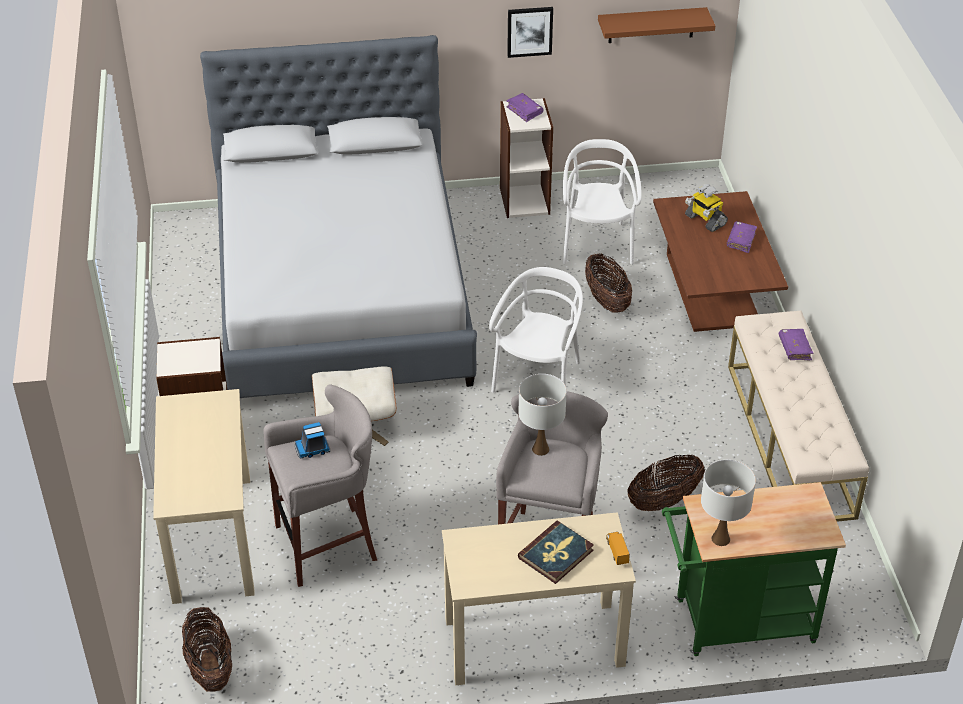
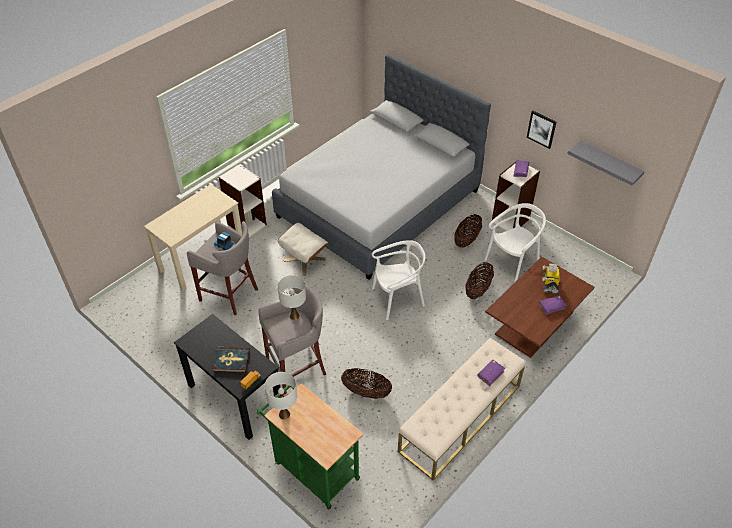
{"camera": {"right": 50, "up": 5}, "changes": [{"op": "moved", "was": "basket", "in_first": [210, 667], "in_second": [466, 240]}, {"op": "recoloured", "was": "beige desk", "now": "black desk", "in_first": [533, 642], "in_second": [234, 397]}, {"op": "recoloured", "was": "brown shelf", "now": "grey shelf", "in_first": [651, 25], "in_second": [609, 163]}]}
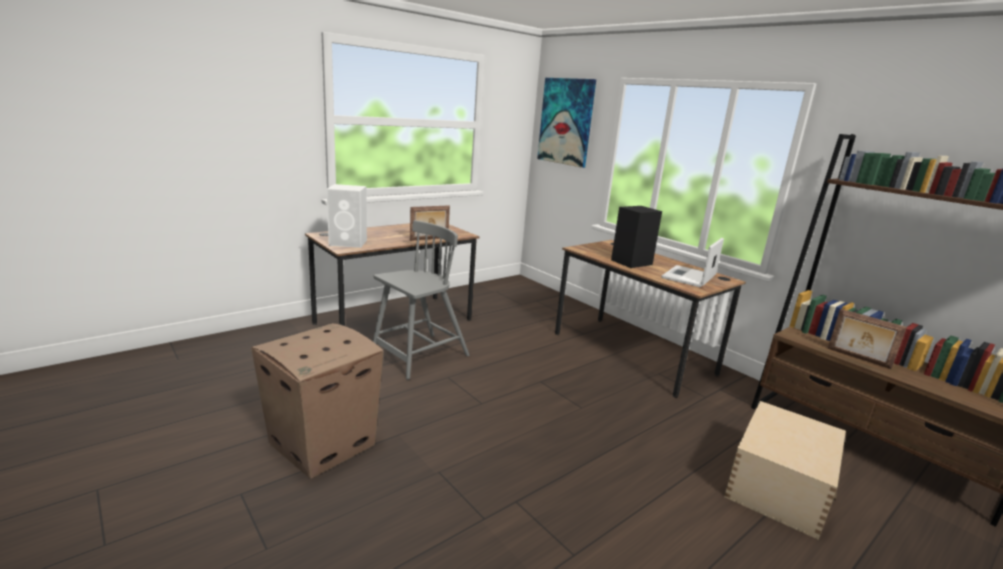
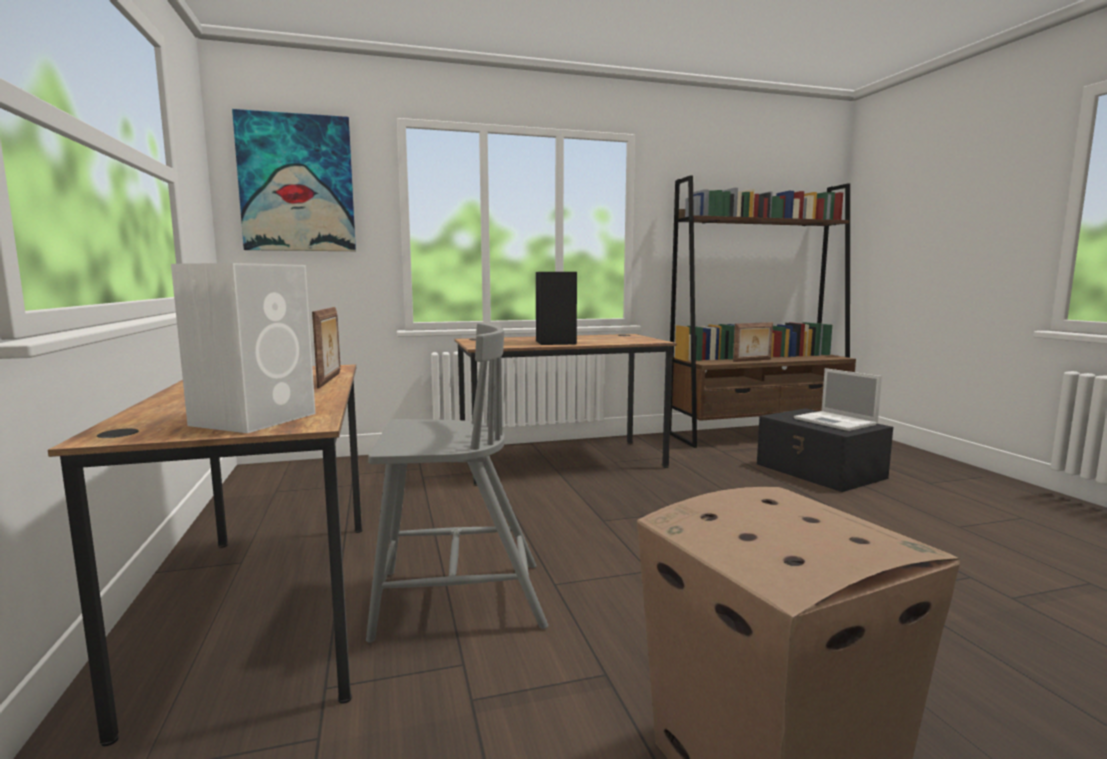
{"camera": {"right": -65, "up": -10}, "changes": [{"op": "turned", "was": "grey chair", "in_first": [419, 356], "in_second": [456, 599], "clockwise": 105}, {"op": "moved", "was": "laptop", "in_first": [688, 277], "in_second": [836, 422]}, {"op": "recoloured", "was": "beige storage box", "now": "black storage box", "in_first": [778, 486], "in_second": [820, 471]}]}
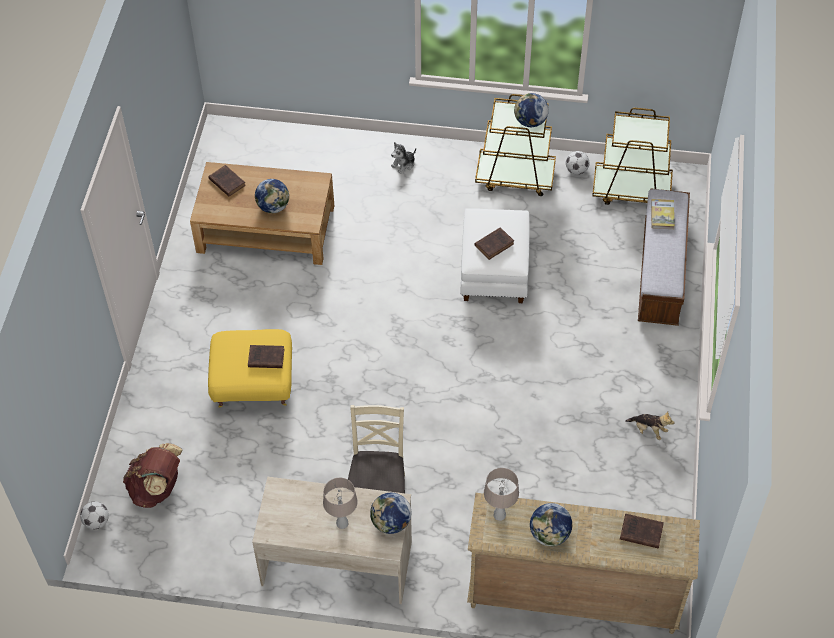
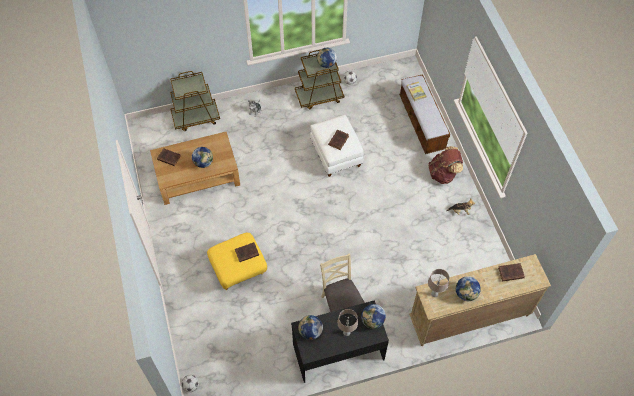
{"camera": {"right": -25, "up": 5}, "changes": [{"op": "moved", "was": "brown backpack", "in_first": [157, 489], "in_second": [443, 173]}, {"op": "recoloured", "was": "beige desk", "now": "black desk", "in_first": [337, 562], "in_second": [338, 351]}, {"op": "moved", "was": "brown cart", "in_first": [631, 190], "in_second": [196, 118]}, {"op": "added", "now": "globe", "in_second": [310, 332]}]}
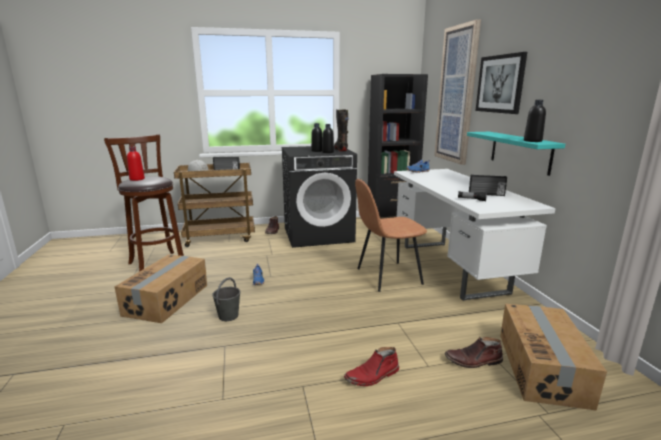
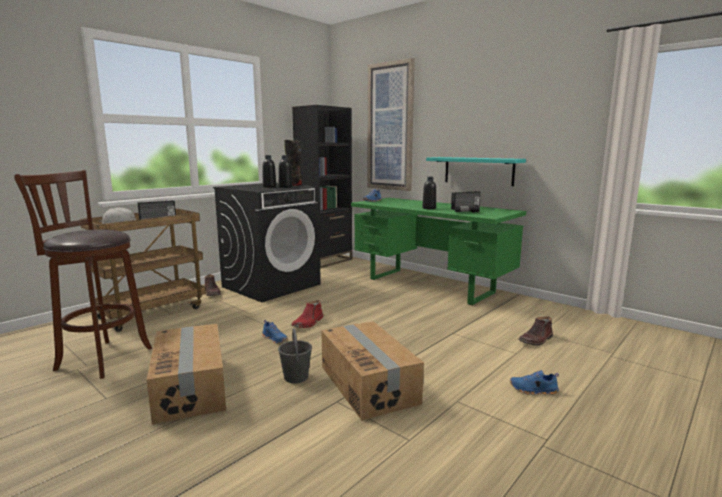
{"camera": {"right": -35, "up": -5}, "changes": [{"op": "removed", "was": "red bottle", "in_first": [137, 179]}, {"op": "moved", "was": "red boot", "in_first": [372, 376], "in_second": [308, 323]}, {"op": "removed", "was": "brown chair", "in_first": [387, 276]}, {"op": "recoloured", "was": "white desk", "now": "green desk", "in_first": [452, 267], "in_second": [430, 285]}, {"op": "removed", "was": "picture", "in_first": [500, 84]}, {"op": "moved", "was": "cardboard box", "in_first": [543, 368], "in_second": [369, 384]}, {"op": "moved", "was": "black bottle", "in_first": [532, 141], "in_second": [429, 208]}, {"op": "added", "now": "blue shoe", "in_second": [533, 390]}]}
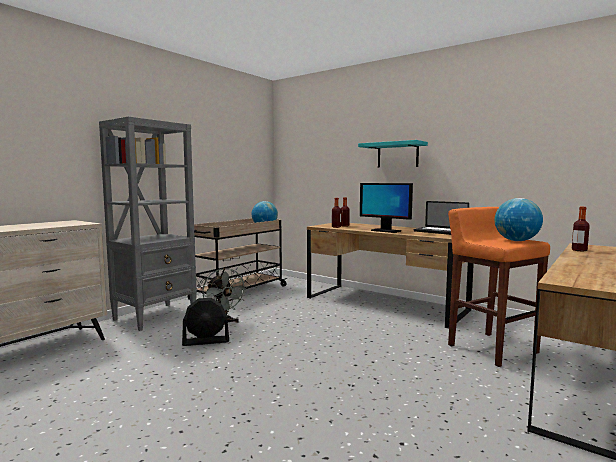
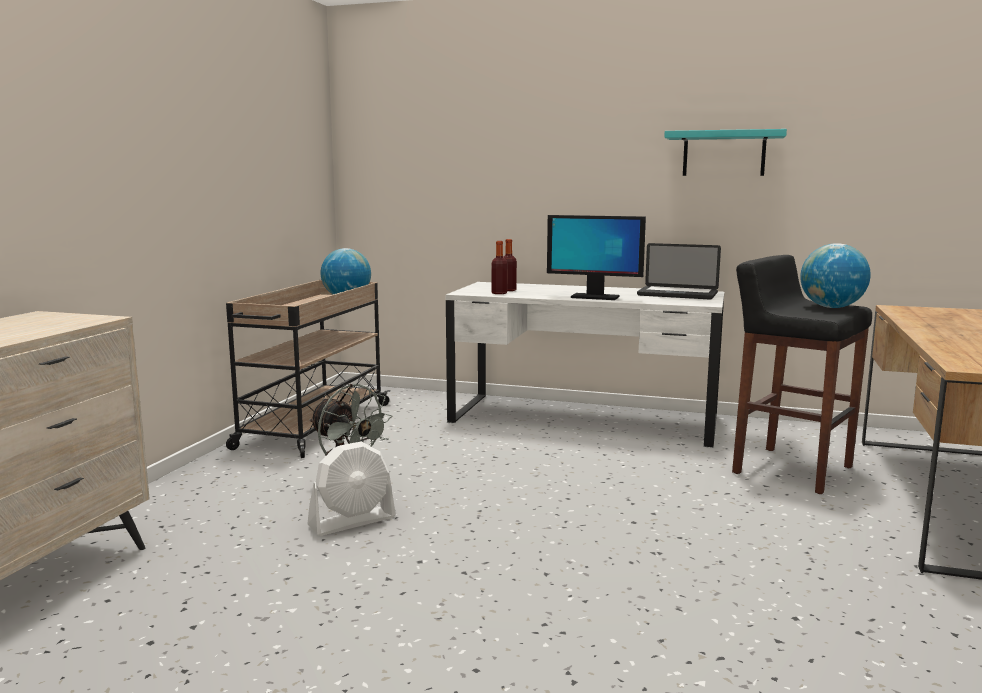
{"camera": {"right": -20, "up": 5}, "changes": [{"op": "removed", "was": "grey bookcase", "in_first": [156, 316]}, {"op": "recoloured", "was": "black fan", "now": "white fan", "in_first": [206, 341], "in_second": [352, 521]}, {"op": "recoloured", "was": "brown desk", "now": "white desk", "in_first": [384, 304], "in_second": [583, 419]}, {"op": "moved", "was": "turquoise shelf", "in_first": [397, 155], "in_second": [724, 154]}, {"op": "recoloured", "was": "orange stool", "now": "black stool", "in_first": [491, 348], "in_second": [790, 469]}, {"op": "removed", "was": "bottle", "in_first": [579, 250]}]}
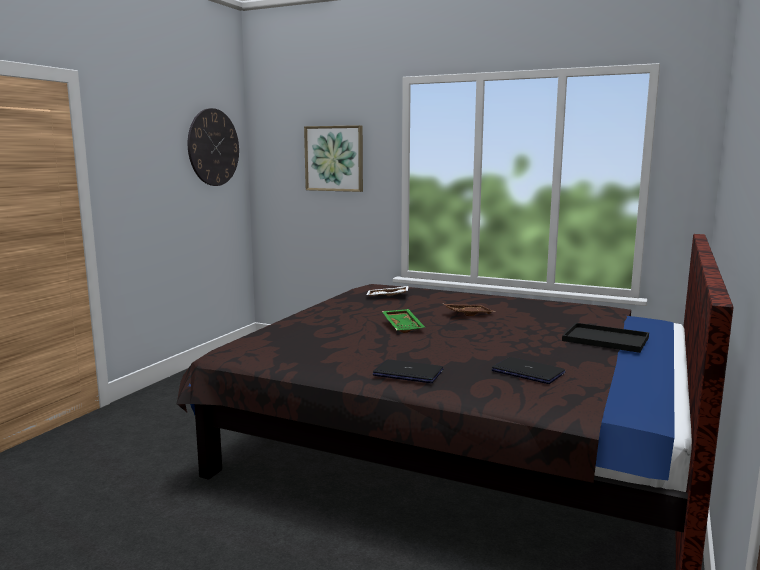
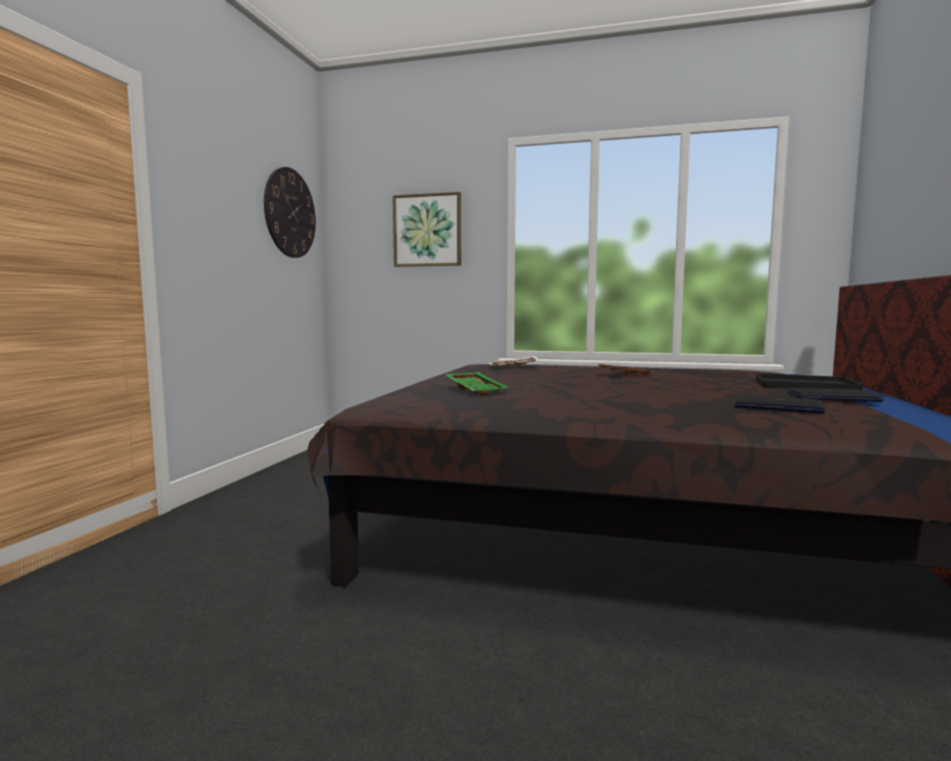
{"camera": {"right": -10, "up": -5}, "changes": [{"op": "moved", "was": "laptop", "in_first": [408, 373], "in_second": [832, 397]}, {"op": "moved", "was": "green tray", "in_first": [403, 326], "in_second": [477, 390]}]}
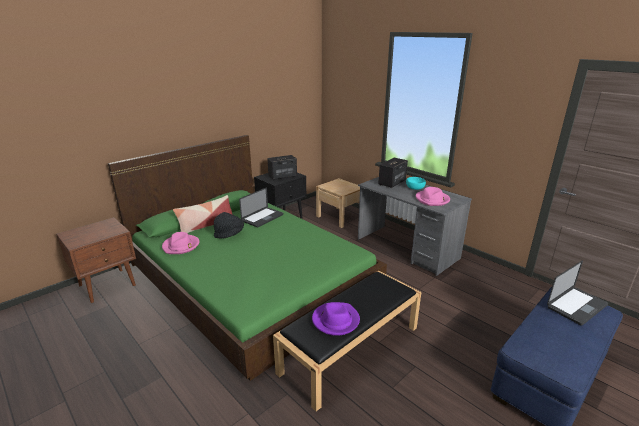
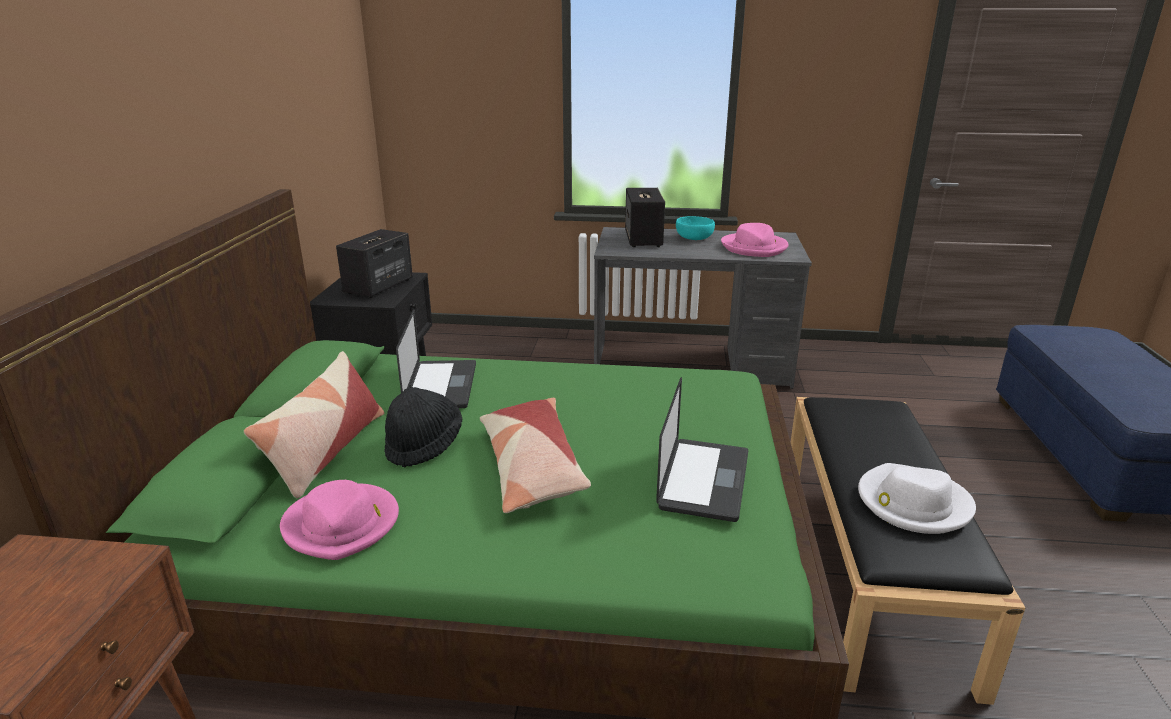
{"camera": {"right": -40, "up": 0}, "changes": [{"op": "recoloured", "was": "purple hat", "now": "white hat", "in_first": [335, 320], "in_second": [912, 503]}, {"op": "removed", "was": "beige nightstand", "in_first": [339, 217]}, {"op": "moved", "was": "laptop", "in_first": [576, 306], "in_second": [704, 480]}, {"op": "added", "now": "pillow", "in_second": [532, 467]}]}
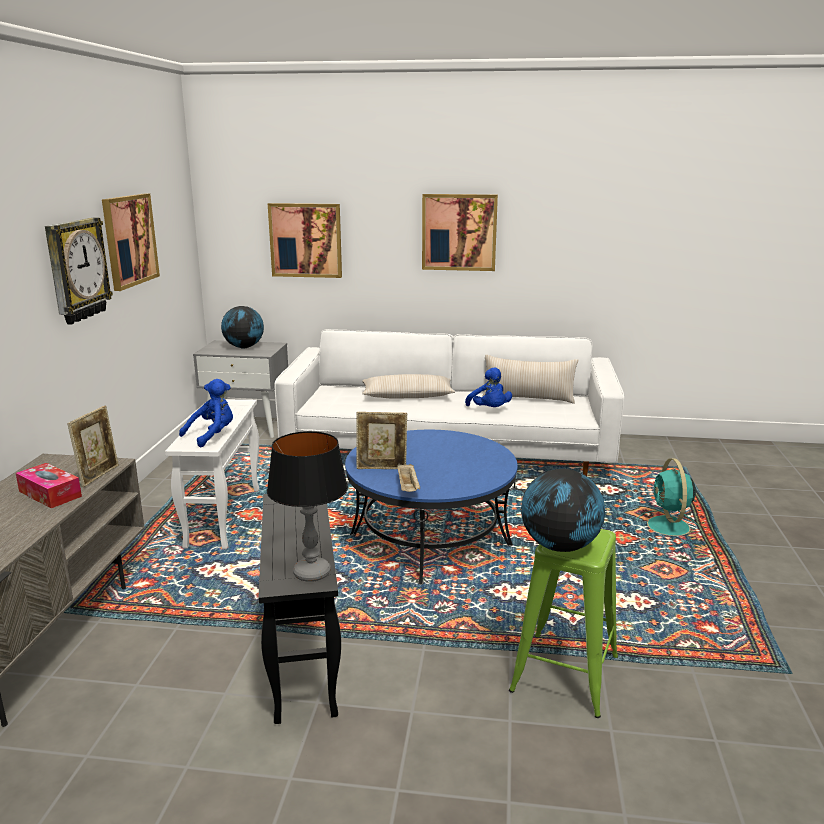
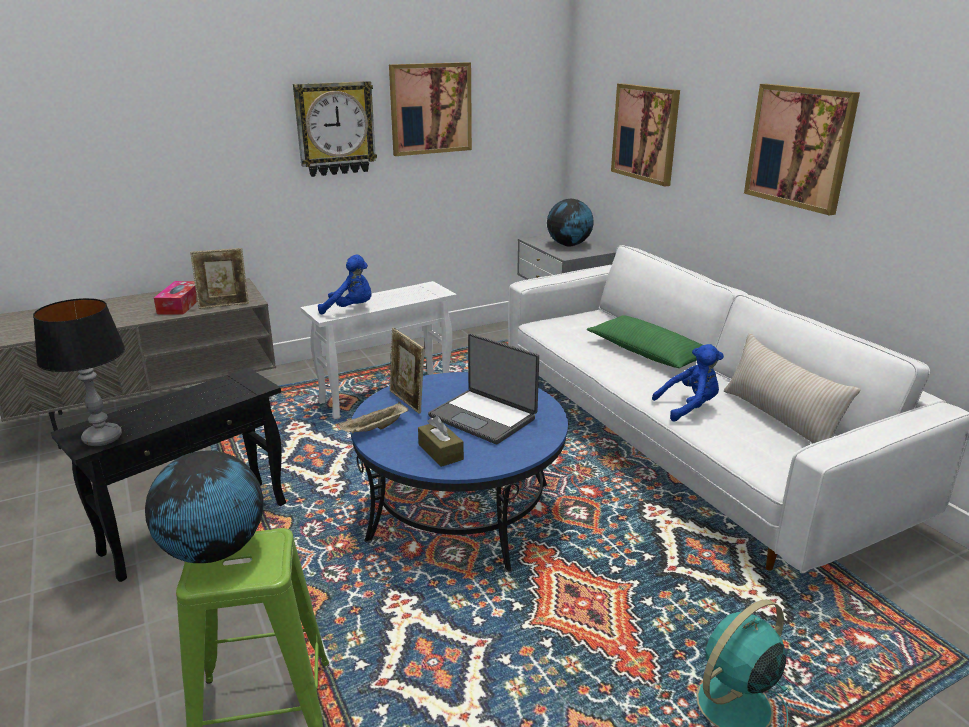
{"camera": {"right": 55, "up": 5}, "changes": [{"op": "recoloured", "was": "beige pillow", "now": "green pillow", "in_first": [407, 396], "in_second": [648, 353]}, {"op": "turned", "was": "blue plush toy", "in_first": [489, 410], "in_second": [689, 407], "clockwise": -135}, {"op": "added", "now": "brown tissue box", "in_second": [440, 452]}, {"op": "added", "now": "laptop", "in_second": [484, 417]}]}
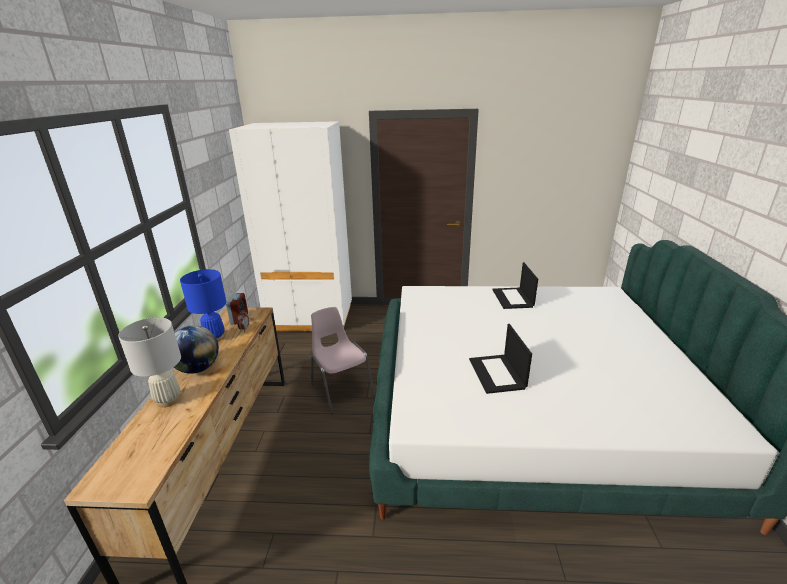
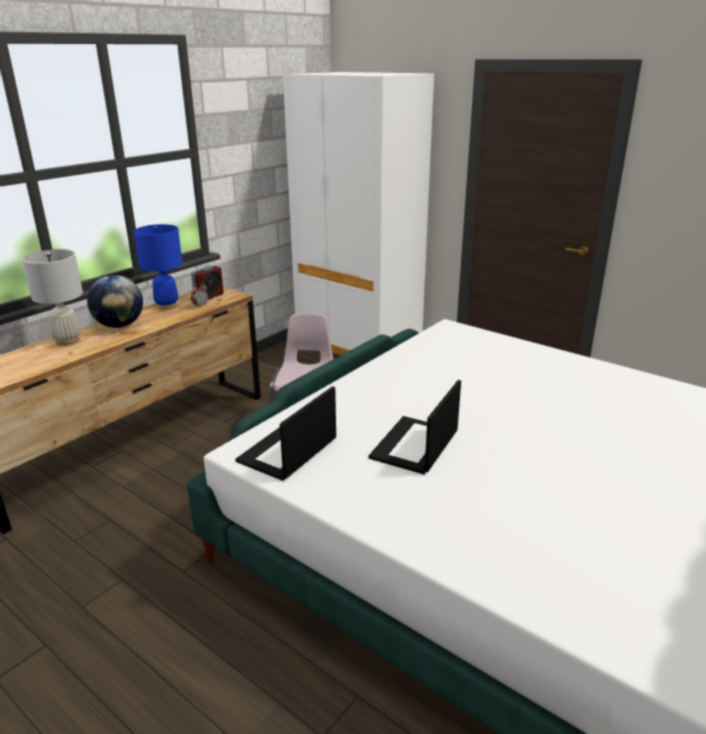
{"camera": {"right": 35, "up": 0}, "changes": [{"op": "moved", "was": "laptop", "in_first": [513, 298], "in_second": [287, 451]}]}
